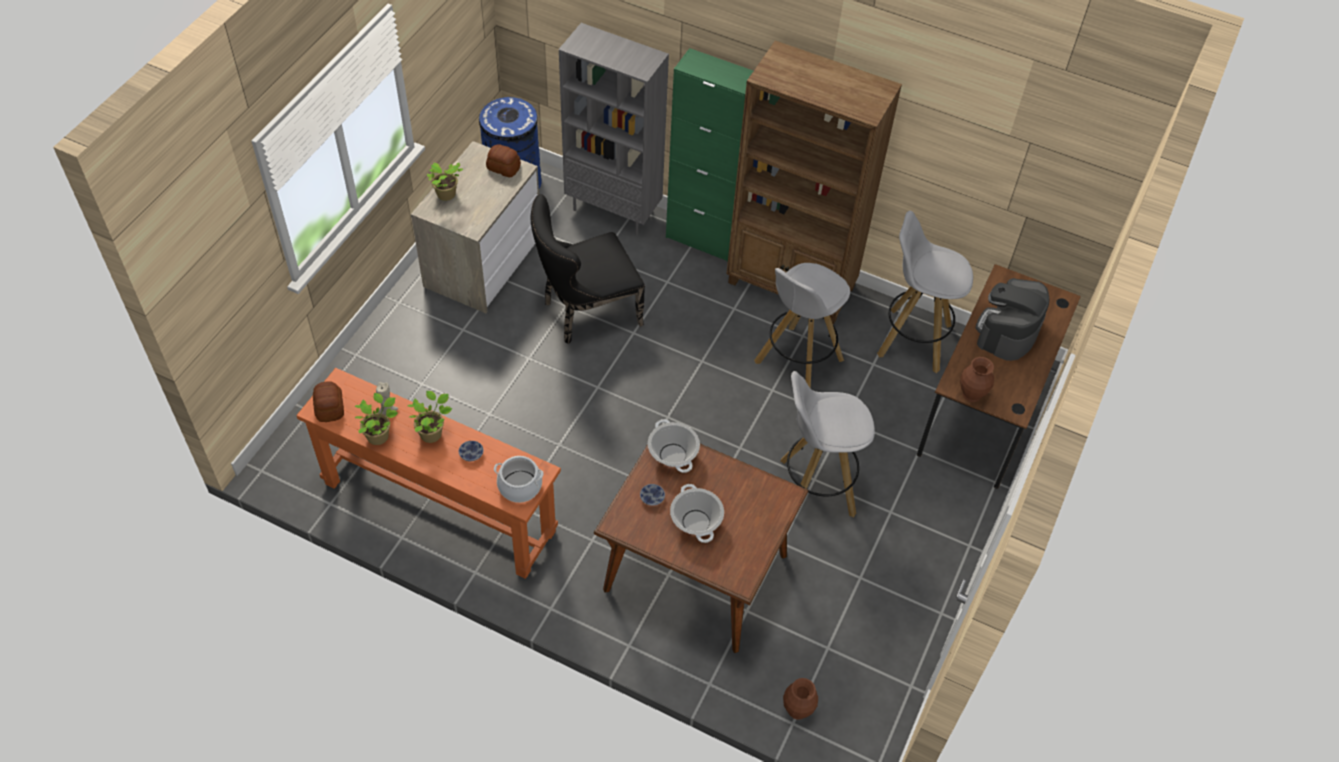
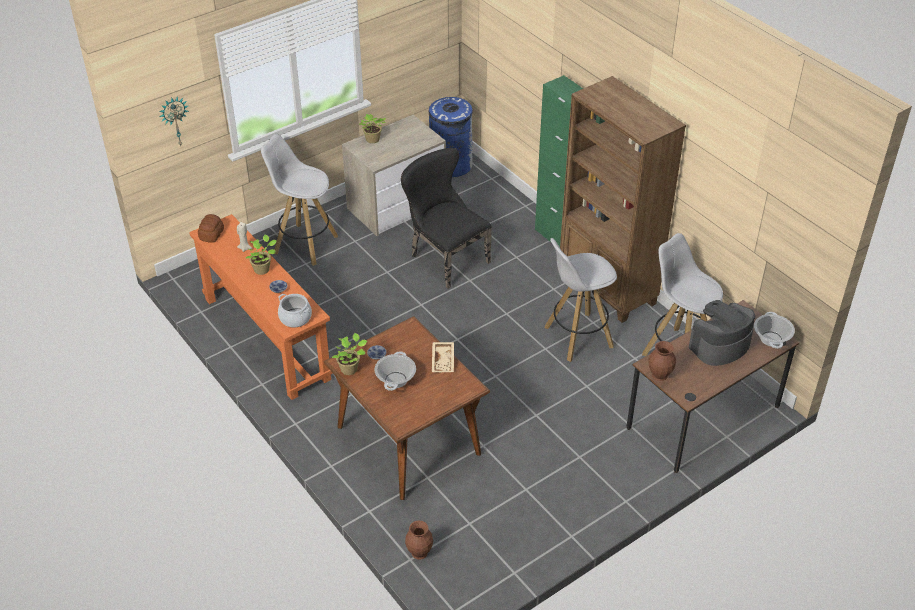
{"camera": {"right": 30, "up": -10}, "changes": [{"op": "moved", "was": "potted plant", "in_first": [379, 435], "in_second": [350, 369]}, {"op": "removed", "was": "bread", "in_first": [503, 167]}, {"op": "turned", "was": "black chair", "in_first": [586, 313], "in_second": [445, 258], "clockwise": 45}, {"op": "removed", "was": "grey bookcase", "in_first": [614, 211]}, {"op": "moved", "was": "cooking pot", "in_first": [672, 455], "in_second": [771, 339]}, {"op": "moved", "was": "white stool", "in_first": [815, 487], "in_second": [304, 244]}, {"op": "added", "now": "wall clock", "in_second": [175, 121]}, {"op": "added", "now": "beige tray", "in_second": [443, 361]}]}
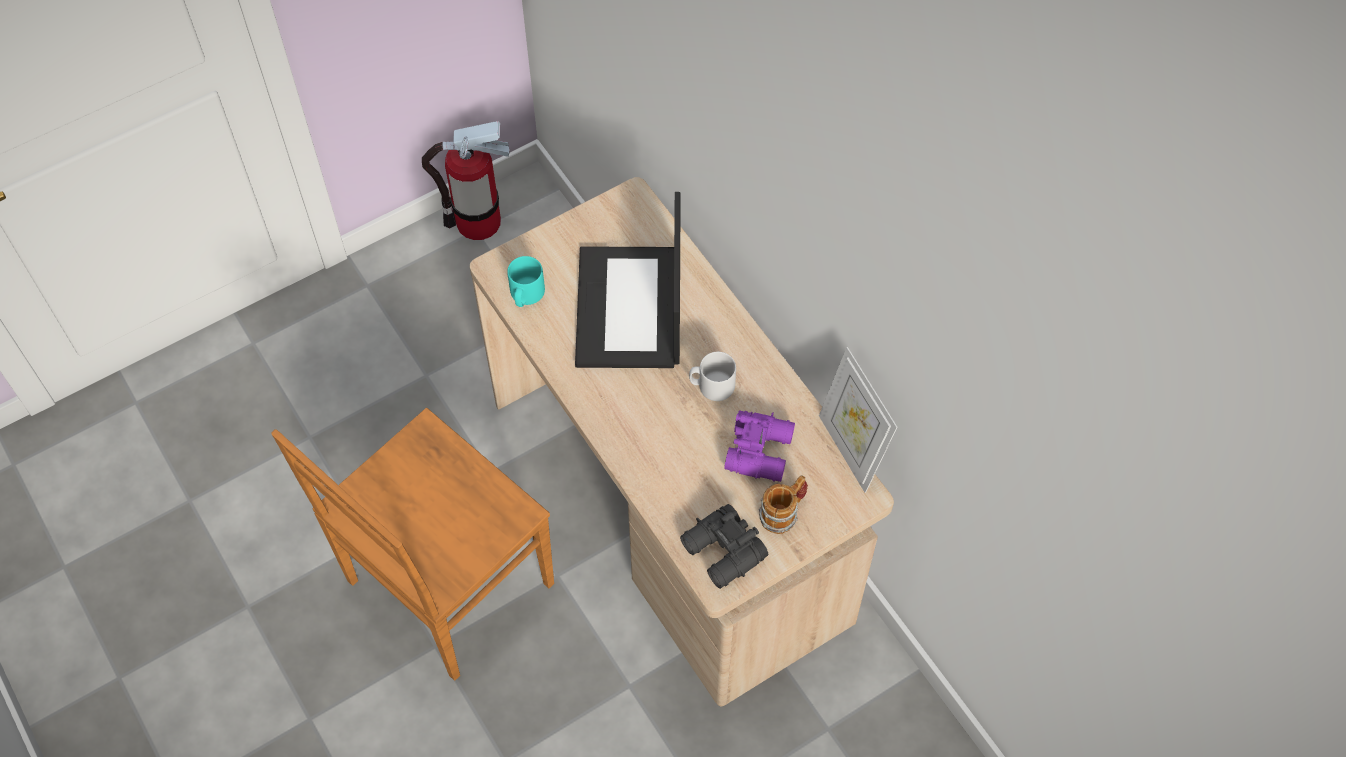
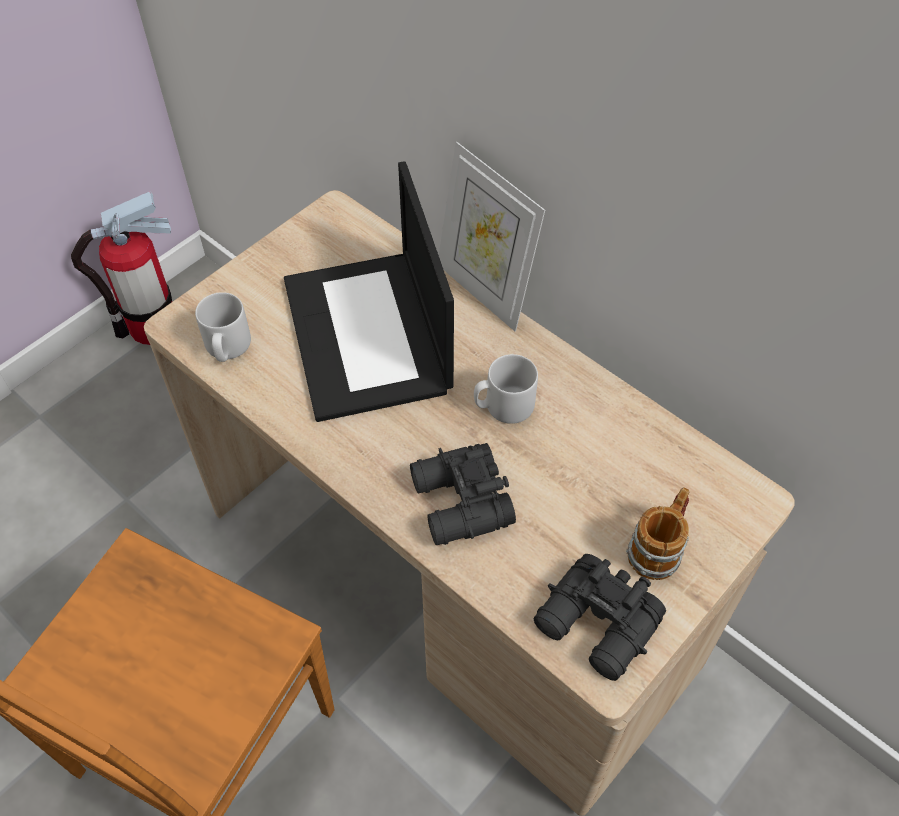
{"camera": {"right": -15, "up": -5}, "changes": [{"op": "recoloured", "was": "turquoise mug", "now": "grey mug", "in_first": [526, 295], "in_second": [227, 347]}, {"op": "removed", "was": "purple binoculars", "in_first": [761, 450]}, {"op": "moved", "was": "picture frame", "in_first": [850, 449], "in_second": [484, 291]}, {"op": "added", "now": "black binoculars", "in_second": [459, 504]}]}
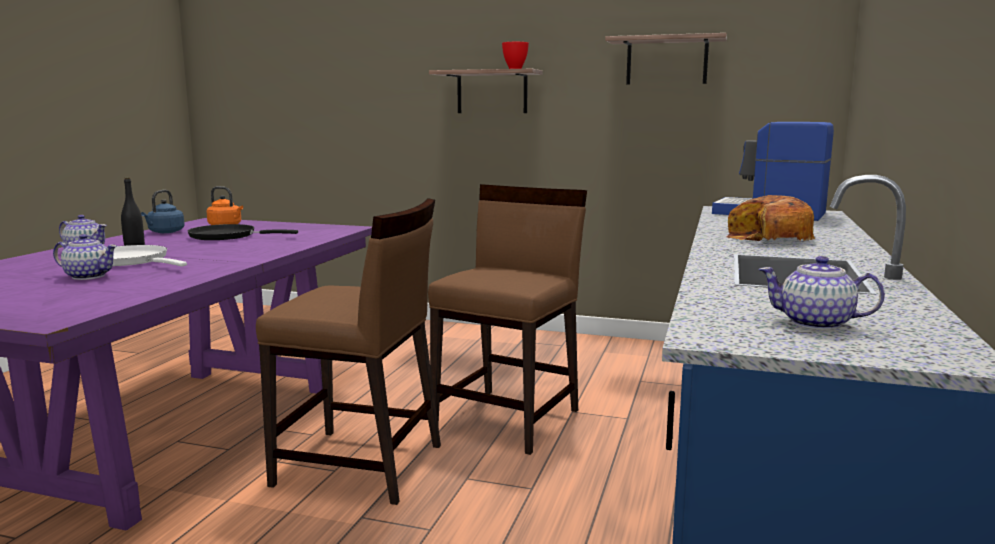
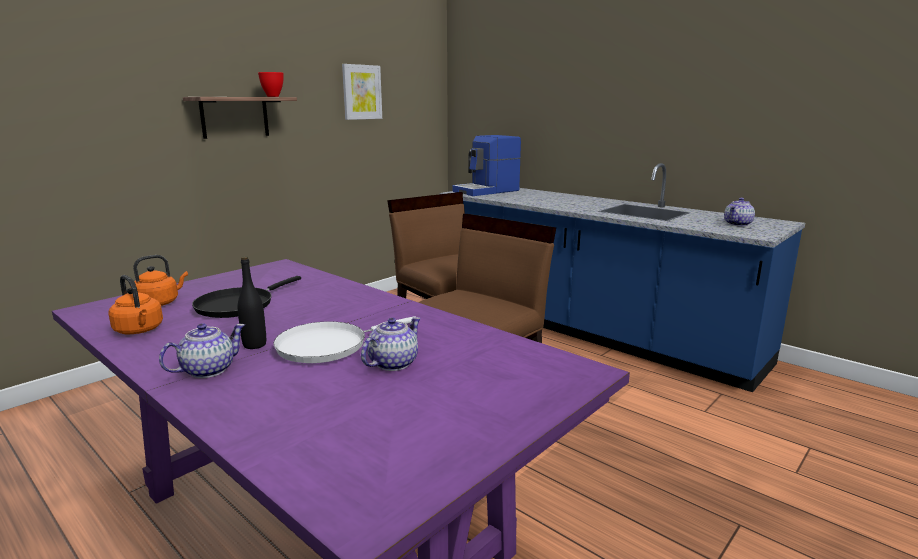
{"camera": {"right": -65, "up": 5}, "changes": [{"op": "recoloured", "was": "blue kettle", "now": "orange kettle", "in_first": [165, 232], "in_second": [139, 330]}, {"op": "replaced", "was": "shelf", "now": "picture", "in_first": [666, 61], "in_second": [361, 92]}, {"op": "removed", "was": "bread", "in_first": [767, 238]}]}
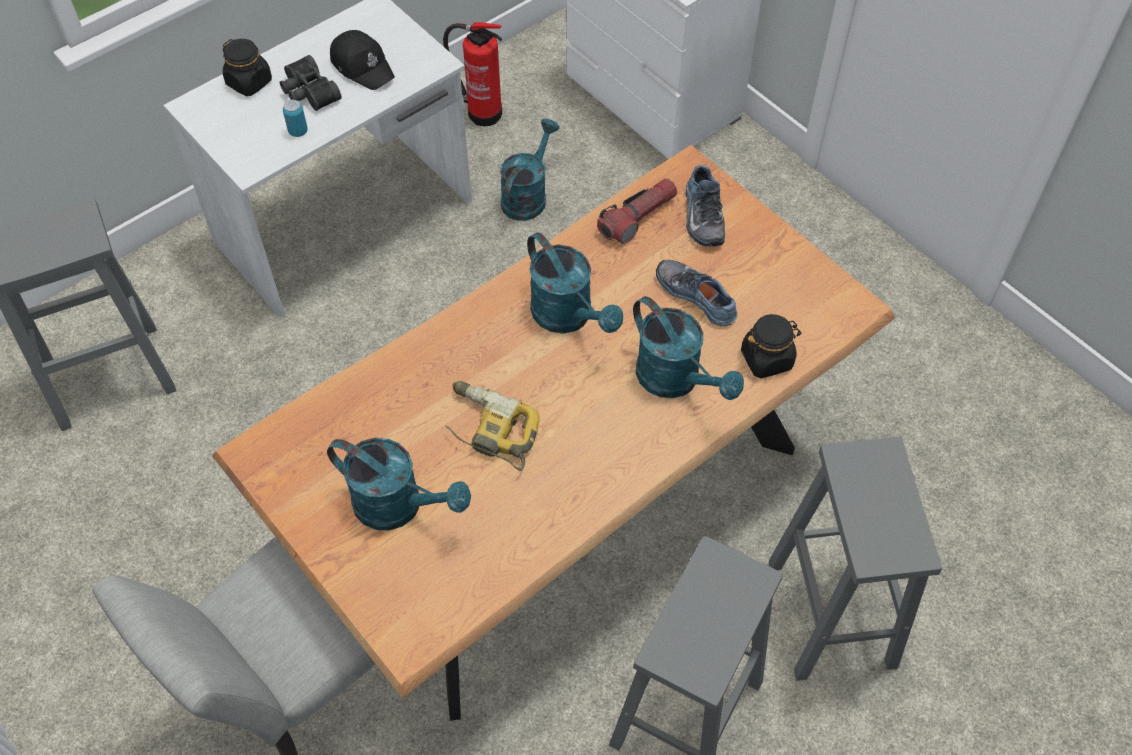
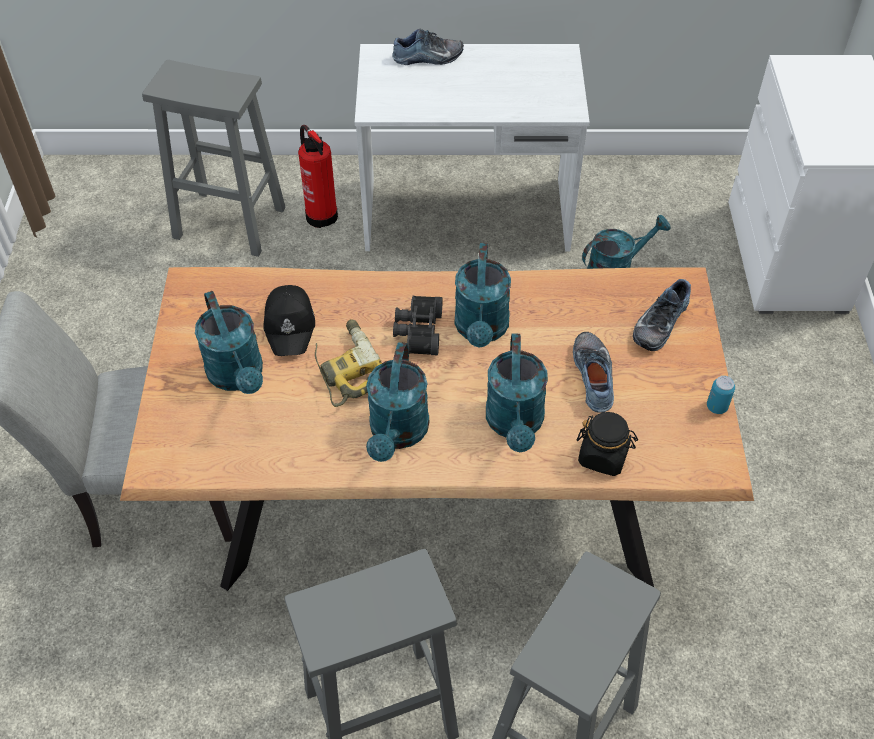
{"camera": {"right": 40, "up": -5}, "changes": [{"op": "replaced", "was": "black jar", "now": "shoe", "in_first": [249, 82], "in_second": [428, 58]}, {"op": "moved", "was": "black binoculars", "in_first": [308, 93], "in_second": [417, 331]}, {"op": "moved", "was": "can", "in_first": [298, 131], "in_second": [716, 407]}, {"op": "moved", "was": "black cap", "in_first": [362, 66], "in_second": [290, 325]}, {"op": "moved", "was": "fire extinguisher", "in_first": [482, 112], "in_second": [321, 214]}, {"op": "removed", "was": "flashlight", "in_first": [637, 218]}, {"op": "added", "now": "turquoise watering can", "in_second": [397, 434]}]}
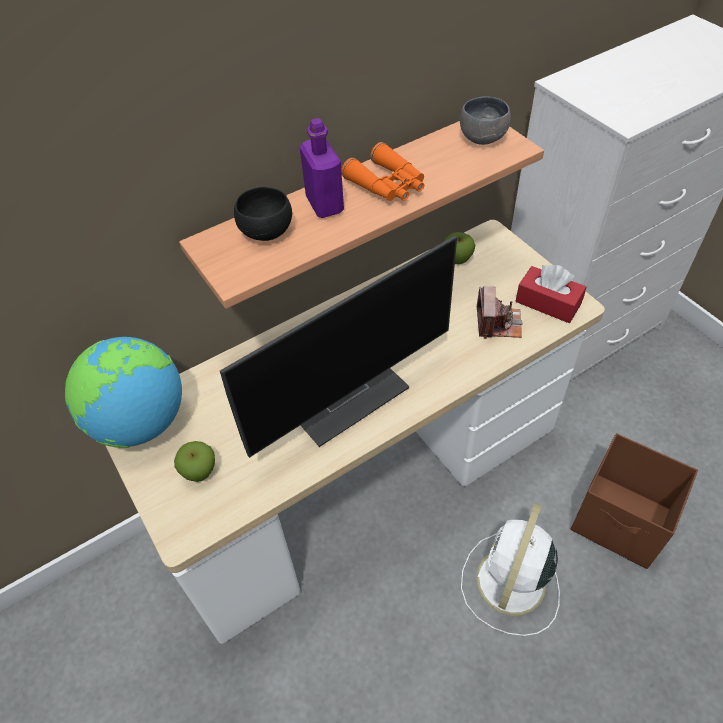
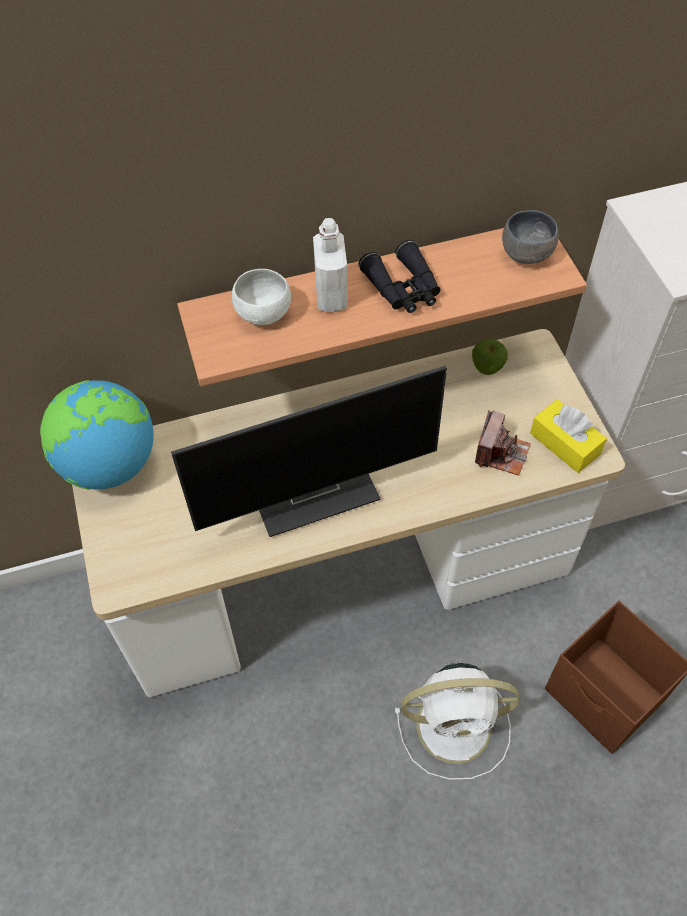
{"camera": {"right": 15, "up": 5}, "changes": [{"op": "removed", "was": "apple", "in_first": [200, 472]}, {"op": "recoloured", "was": "black bowl", "now": "white bowl", "in_first": [268, 231], "in_second": [265, 313]}, {"op": "recoloured", "was": "purple bottle", "now": "white bottle", "in_first": [324, 204], "in_second": [331, 296]}, {"op": "recoloured", "was": "orange binoculars", "now": "black binoculars", "in_first": [388, 185], "in_second": [403, 288]}, {"op": "turned", "was": "white fan", "in_first": [509, 584], "in_second": [457, 725], "clockwise": -135}, {"op": "recoloured", "was": "red tissue box", "now": "yellow tissue box", "in_first": [548, 303], "in_second": [565, 443]}]}
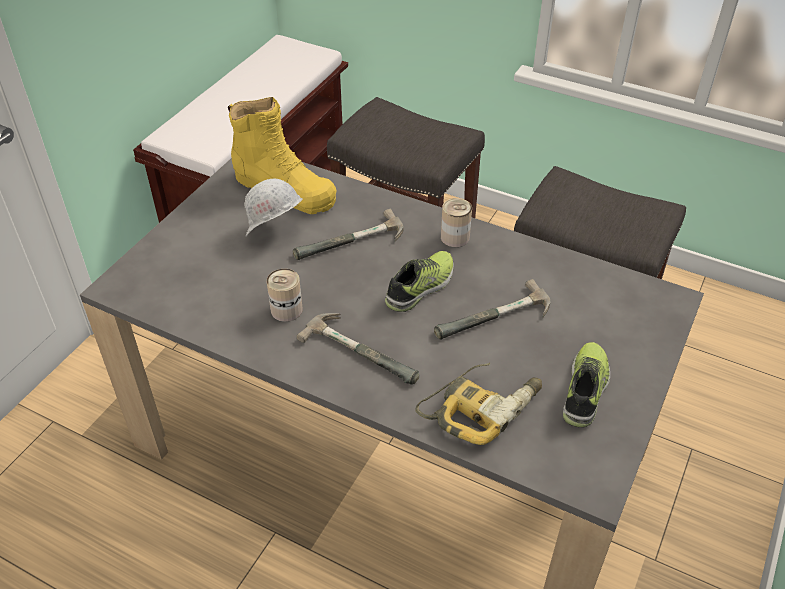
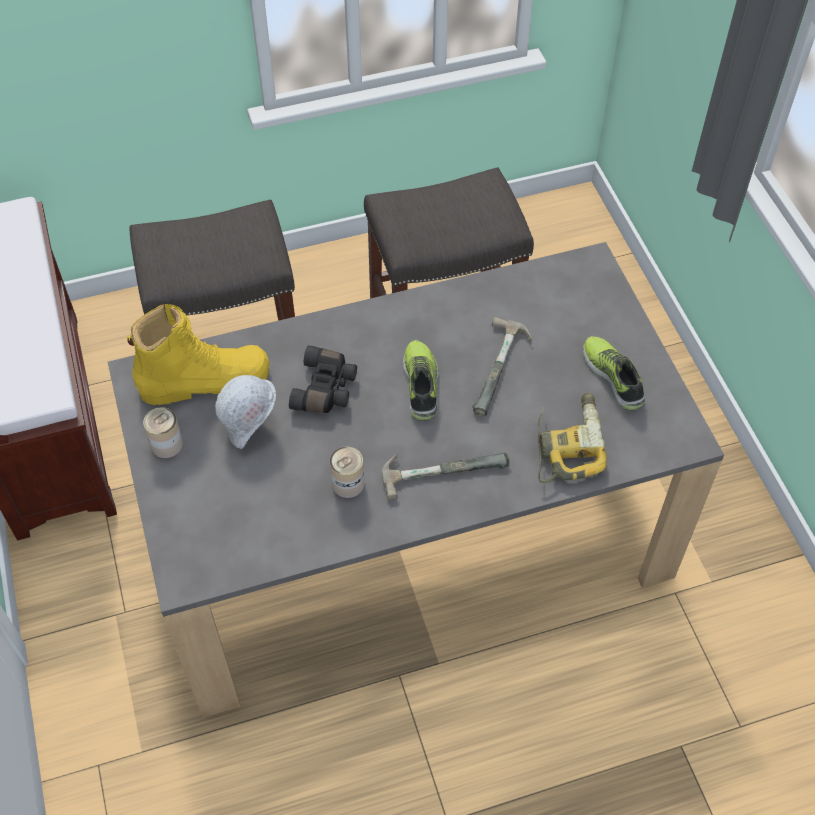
{"camera": {"right": -45, "up": 10}, "changes": [{"op": "replaced", "was": "hammer", "now": "black binoculars", "in_first": [352, 244], "in_second": [326, 389]}, {"op": "moved", "was": "can", "in_first": [455, 237], "in_second": [166, 444]}]}
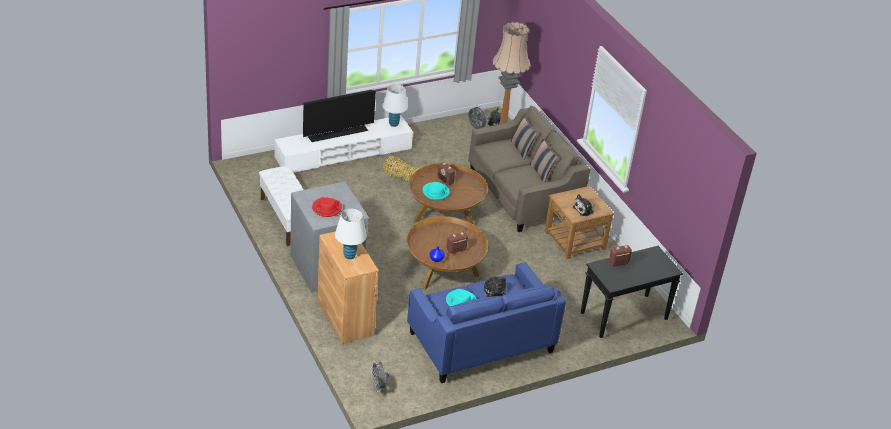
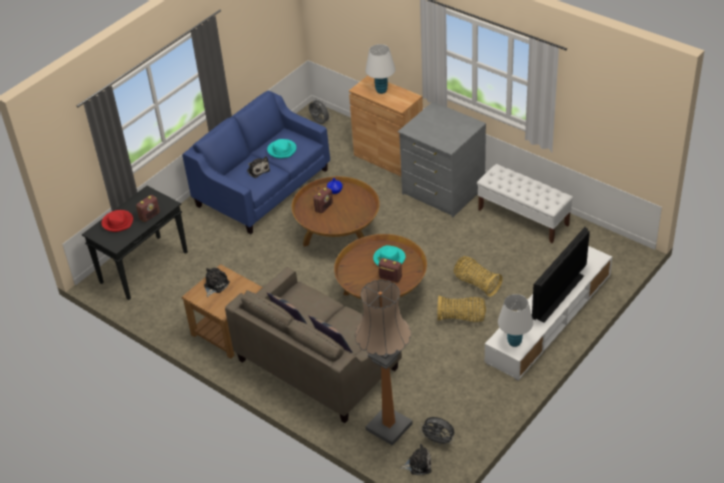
{"camera": {"right": 160, "up": 5}, "changes": [{"op": "moved", "was": "red hat", "in_first": [326, 208], "in_second": [118, 222]}, {"op": "added", "now": "basket", "in_second": [476, 283]}]}
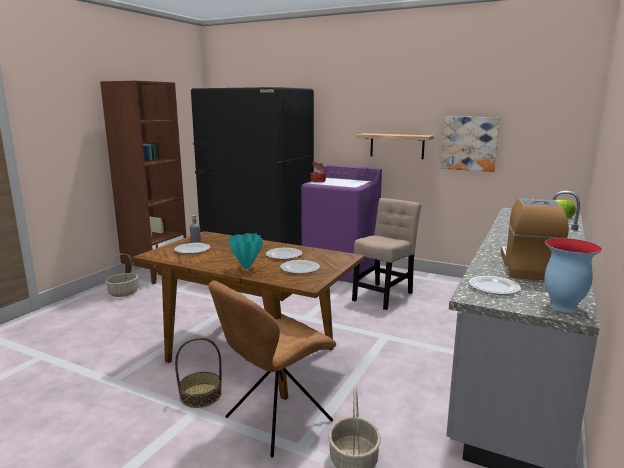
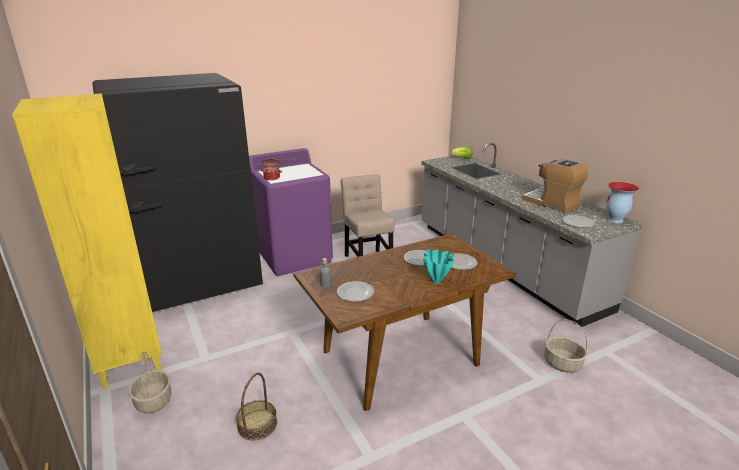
{"camera": {"right": -55, "up": 10}, "changes": [{"op": "recoloured", "was": "brown bookcase", "now": "yellow bookcase", "in_first": [156, 273], "in_second": [129, 360]}, {"op": "moved", "was": "basket", "in_first": [200, 395], "in_second": [257, 424]}, {"op": "removed", "was": "brown chair", "in_first": [275, 421]}, {"op": "removed", "was": "shelf", "in_first": [397, 146]}, {"op": "removed", "was": "picture", "in_first": [469, 143]}]}
